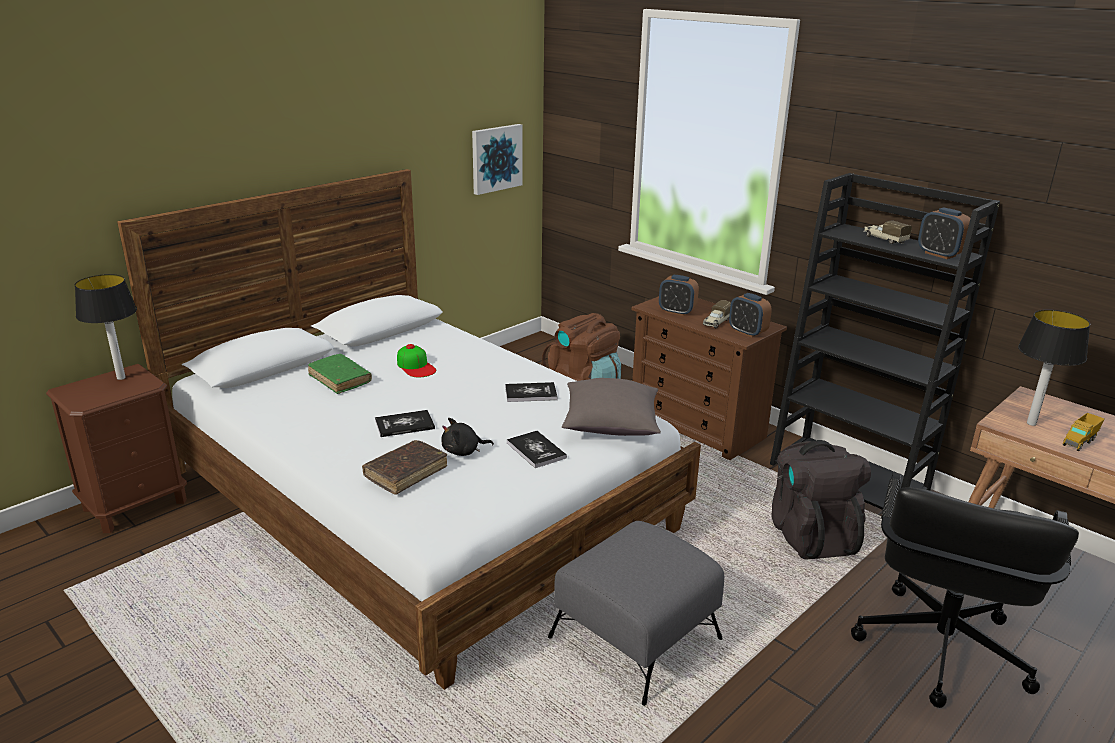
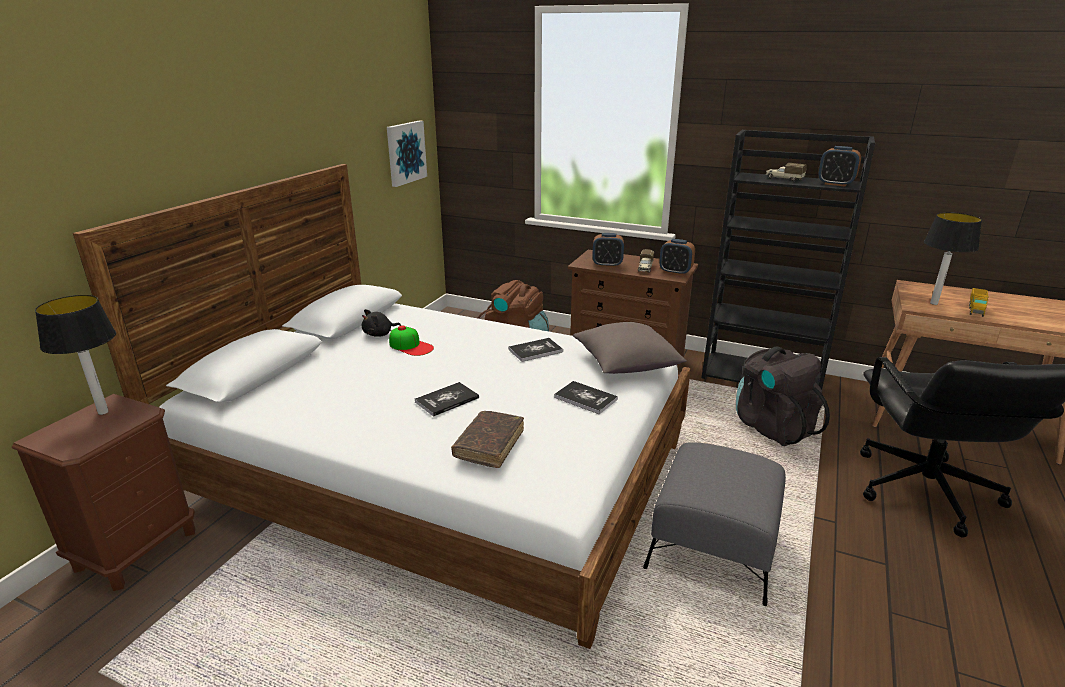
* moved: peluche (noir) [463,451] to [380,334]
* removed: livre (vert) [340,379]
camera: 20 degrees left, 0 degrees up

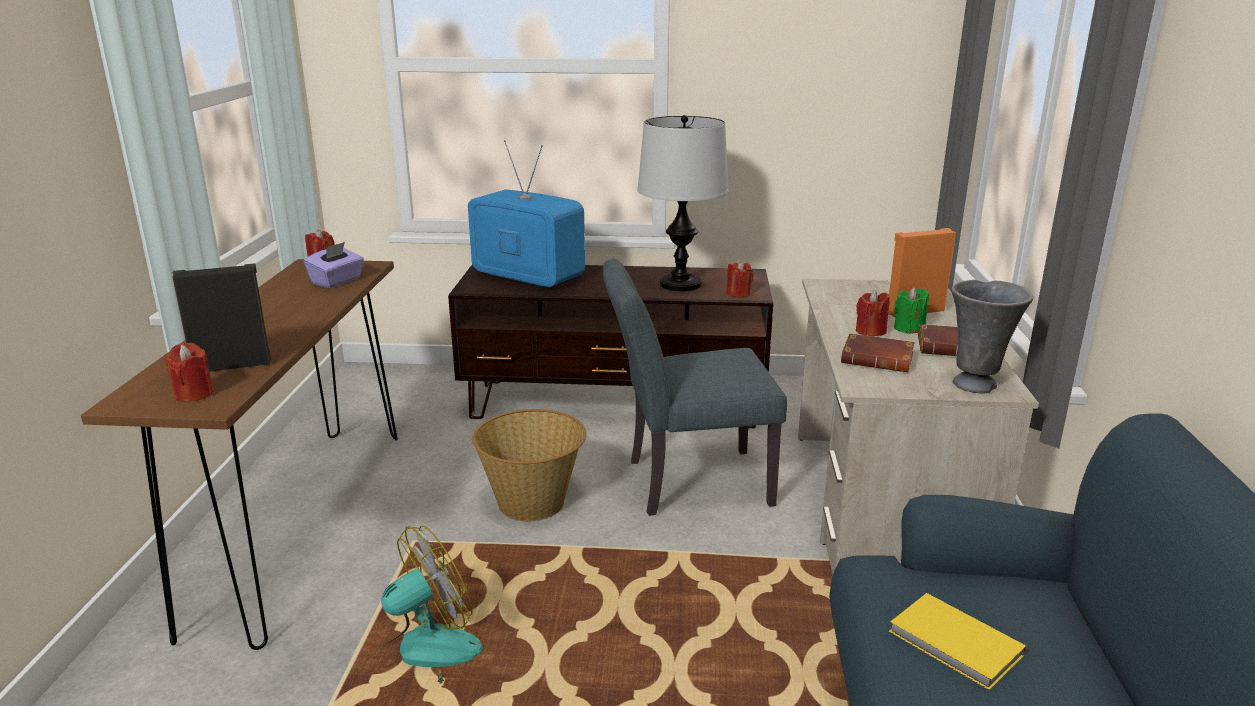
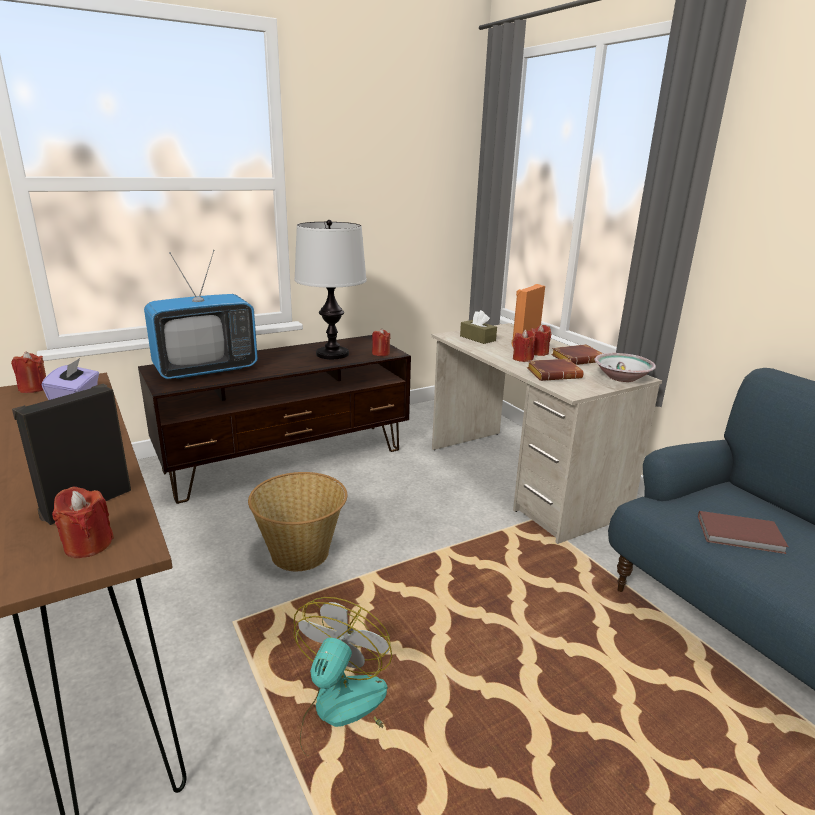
* turned: téléviseur [527,277] = [206,370] 150 degrees clockwise
* added: boîte à mouchoirs (marron) [477,338]
* recoloured: bougie (vert) [909,328] to bougie (rouge) [538,353]
* replaced: vase (gris) [976,385] to bol [622,377]
* recoloured: livre (jaune) [955,645] to livre (marron) [741,535]
* removed: chaise (gris) [686,483]
camera: 35 degrees left, 0 degrees up

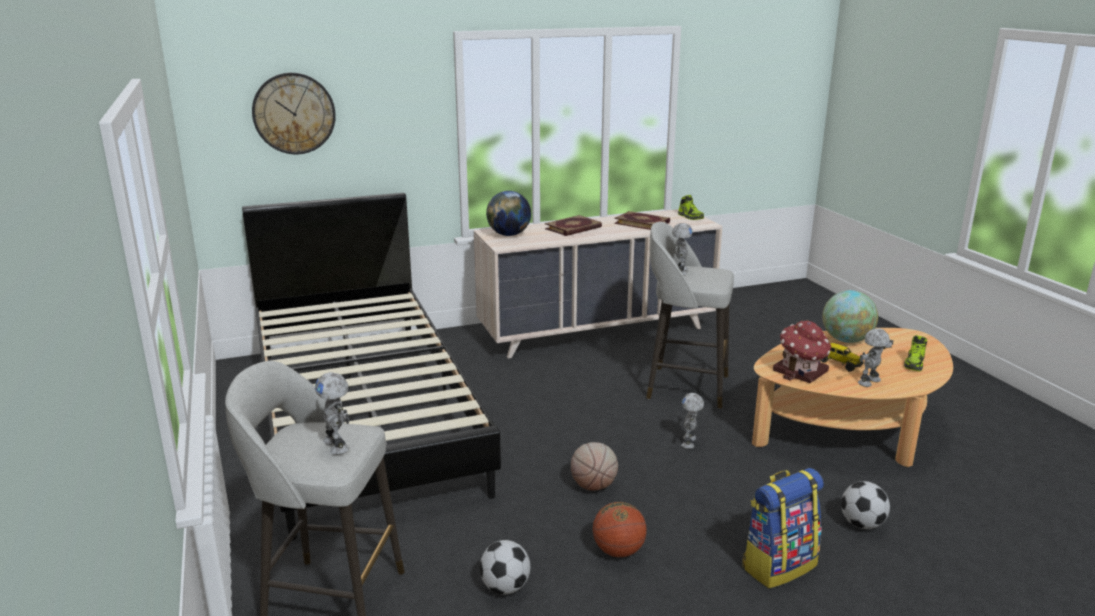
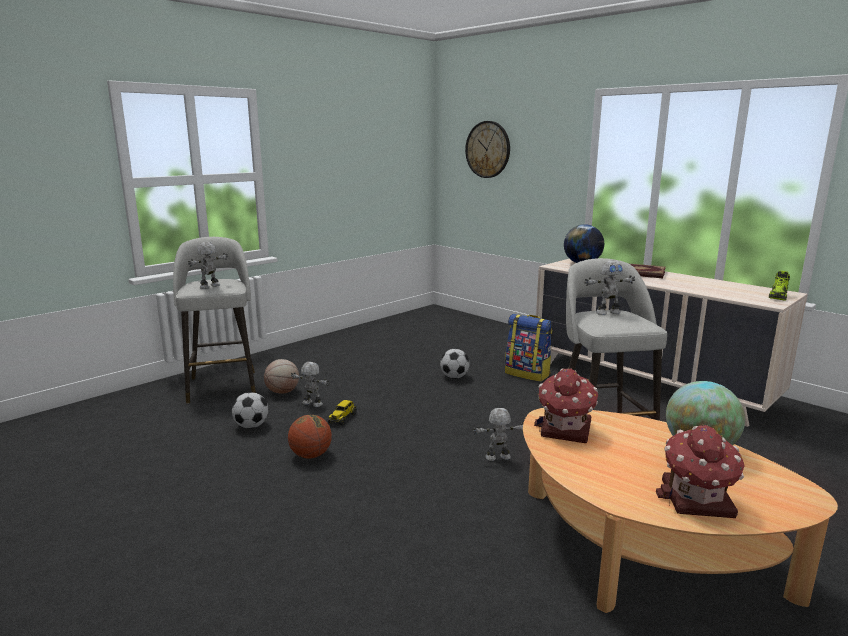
* moved: ballon de basket [594,486] to [283,392]
* moved: robot jouet [870,382] to [312,404]
* moved: camion jouet [839,364] to [343,418]
* moved: ballon de foot [862,524] to [454,377]
* moved: sac à dos [778,565] to [528,374]
* replaced: chaussure [914,364] to maison miniature [697,500]
* removed: lit (noir) [363,415]
* removed: livre [642,223]
camera: 65 degrees right, 5 degrees down

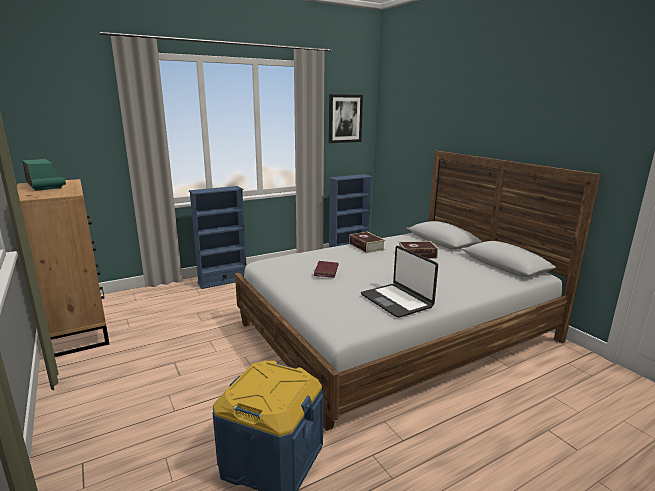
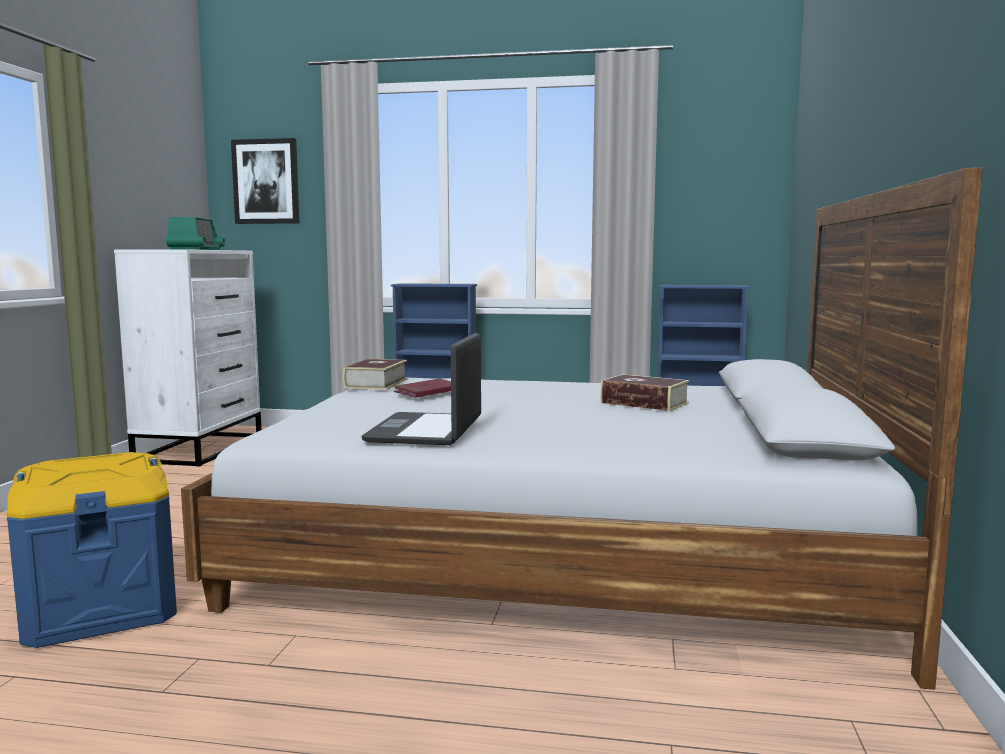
* recoloured: commode (marron) [77,330] to commode (blanc) [201,448]
* moved: tableau [345,118] to [266,182]
* moved: livre [366,246] to [376,383]
camera: 40 degrees right, 10 degrees down

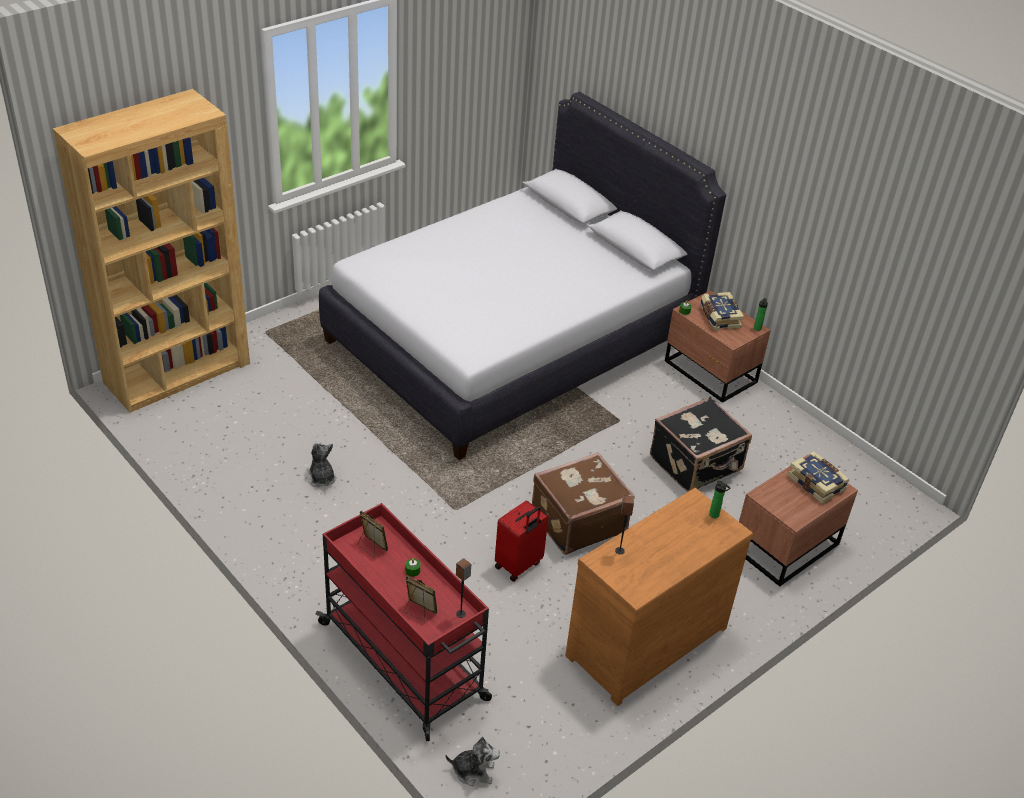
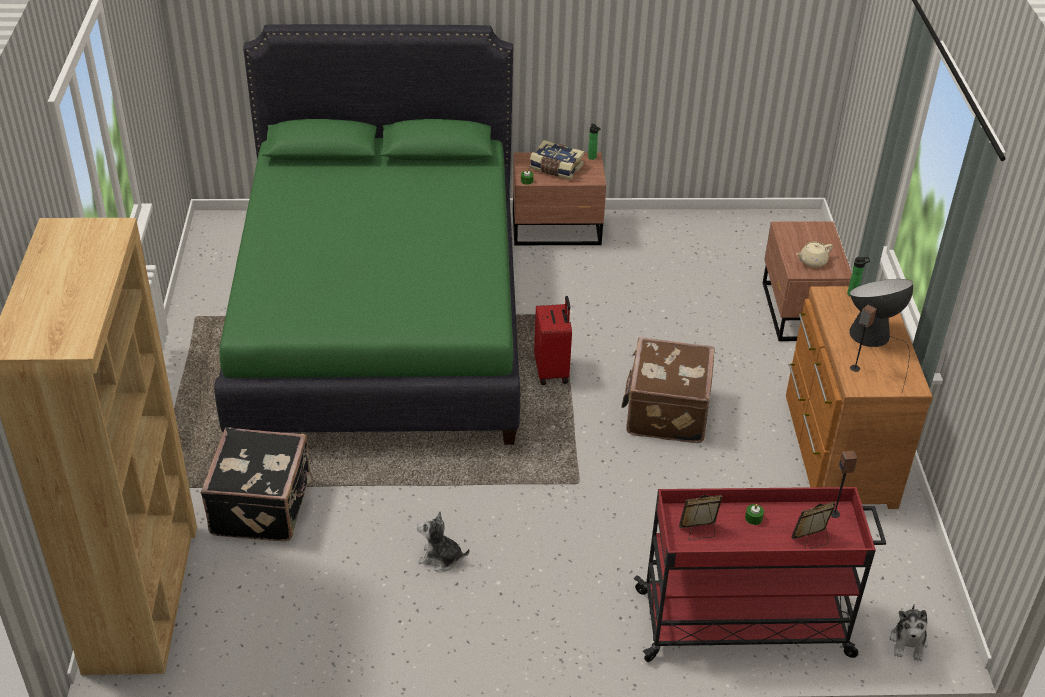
* moved: valise (noir) [697,464] to [263,506]
* recoloured: lit (blanc) [511,340] to lit (vert) [379,319]
* moved: valise (rouge) [519,565] to [552,371]
* added: théière (beige) [812,262]
* added: lampe de table [874,338]
* turned: peluche [473,771] = [908,642] 150 degrees clockwise
* removed: livre [817,483]
camera: 50 degrees left, 0 degrees up

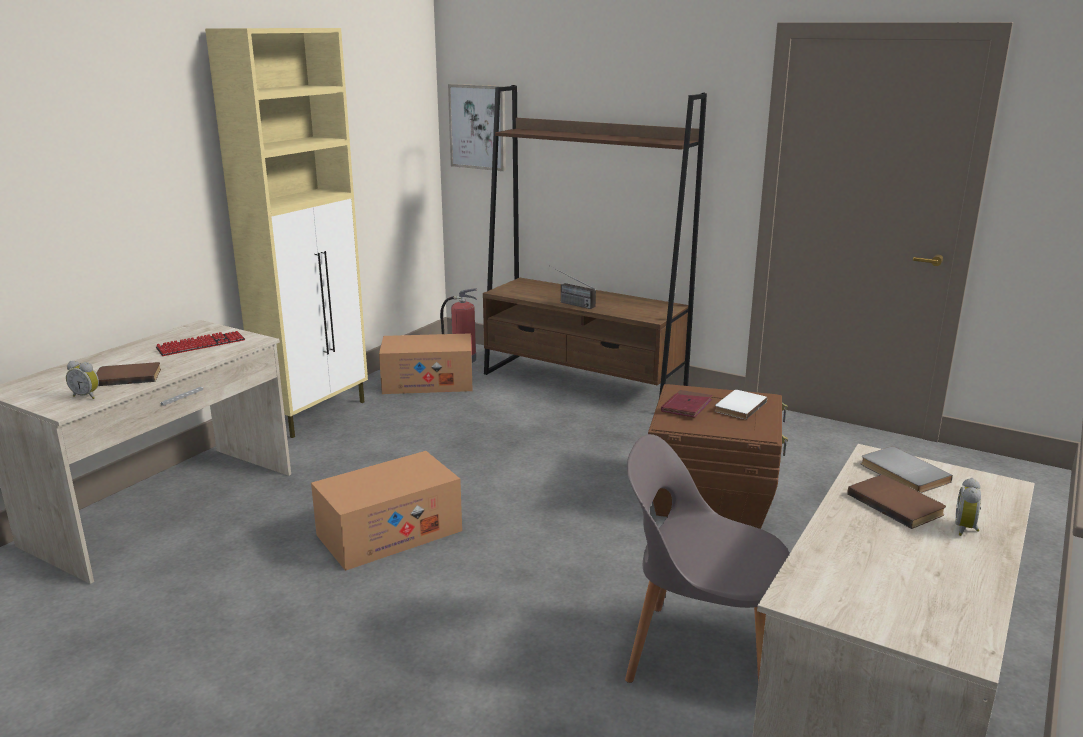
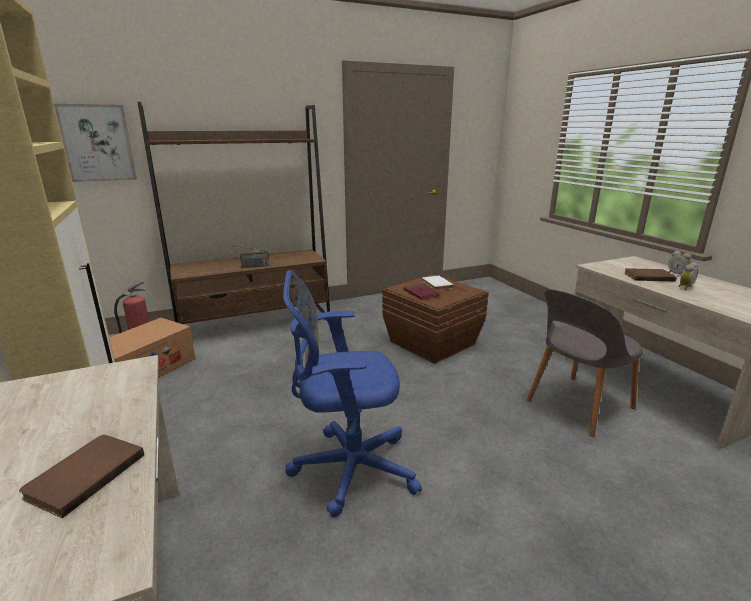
* replaced: carton [389,533] to chaise de bureau (bleu) [348,468]
* moved: réveil [87,396] to [684,288]
* removed: clavier [201,345]
* removed: livre (gris) [902,473]
camera: 55 degrees left, 0 degrees up

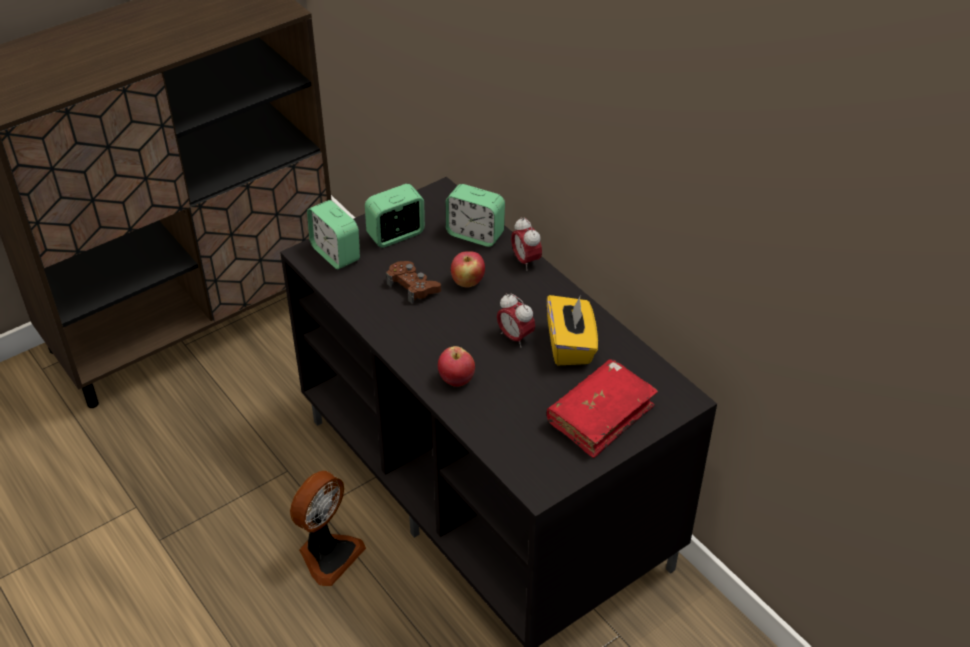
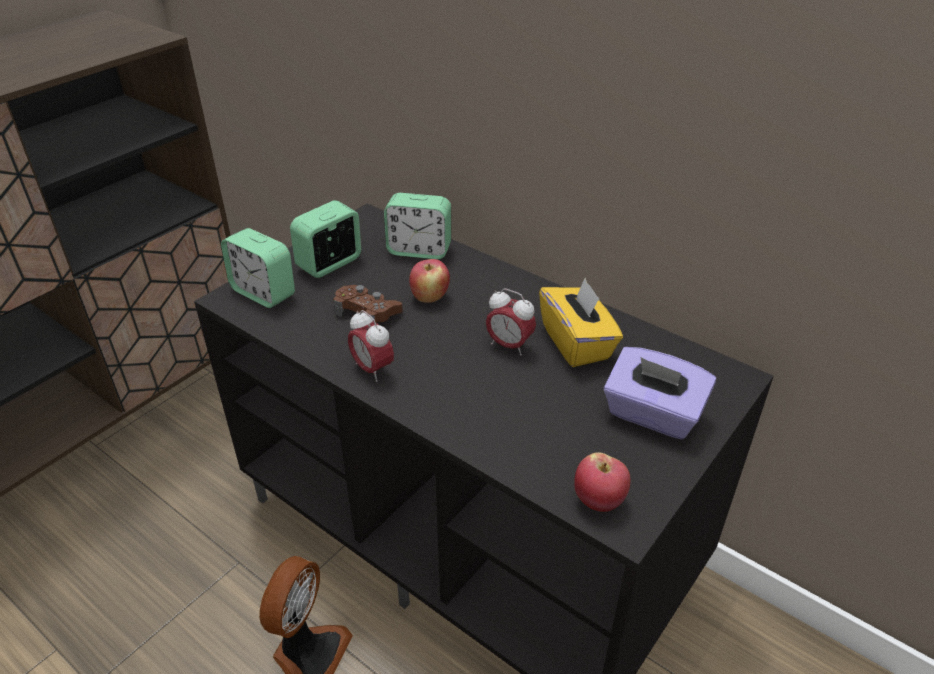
* moved: réveil [525,261] to [372,369]
* moved: pomme [456,380] to [599,501]
* replaced: livre (rouge) [600,415] to boîte à mouchoirs (violet) [652,415]
camera: 15 degrees left, 5 degrees down

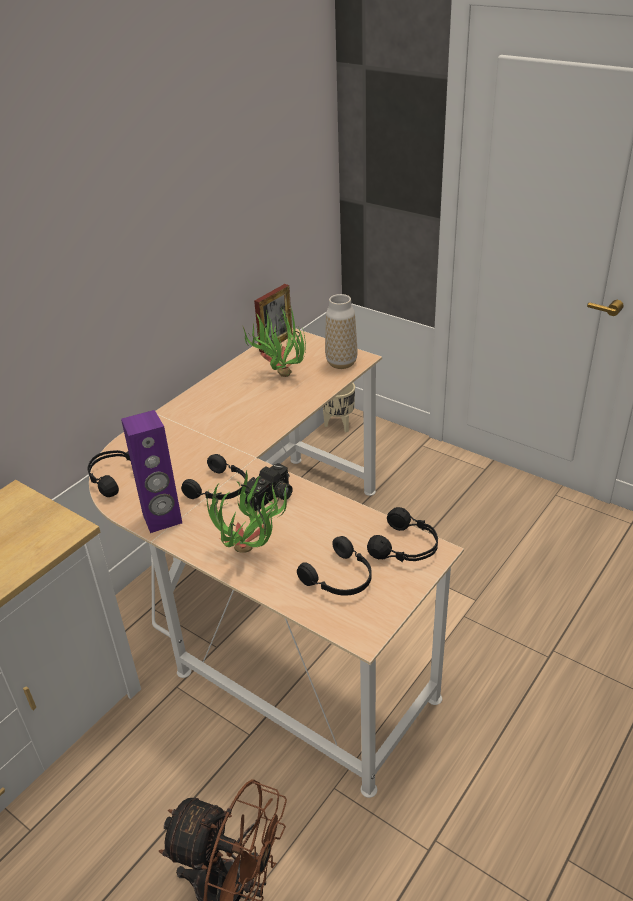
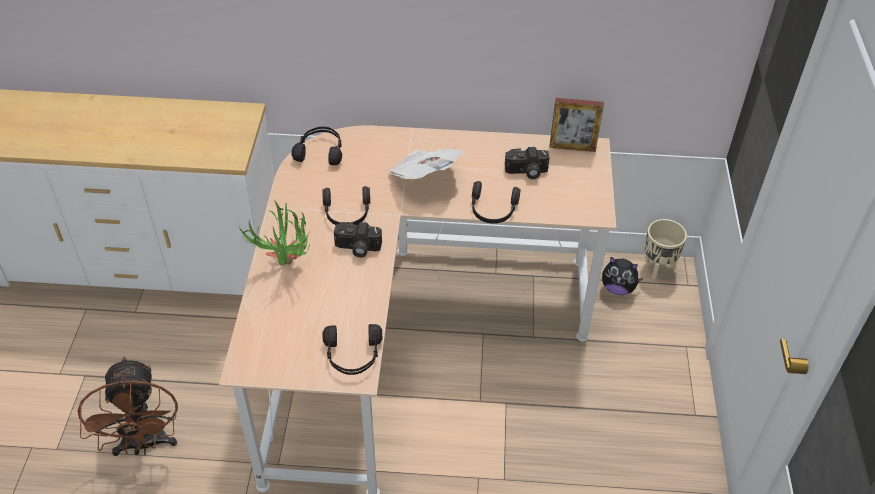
* added: journal [425,176]
* moved: casque audio (noir) [340,578] to [493,210]
* replaced: plante en pot [278,373] to appareil photo [526,172]
* added: peluche [618,288]
* removed: enceinte (violet) [162,519]
* removed: vase [341,363]
camera: 55 degrees right, 10 degrees up

